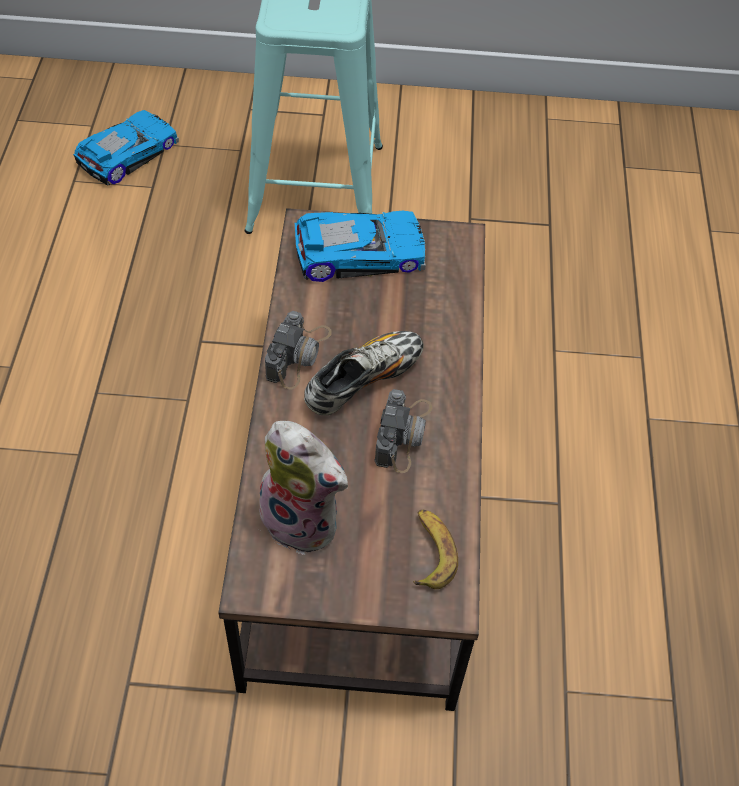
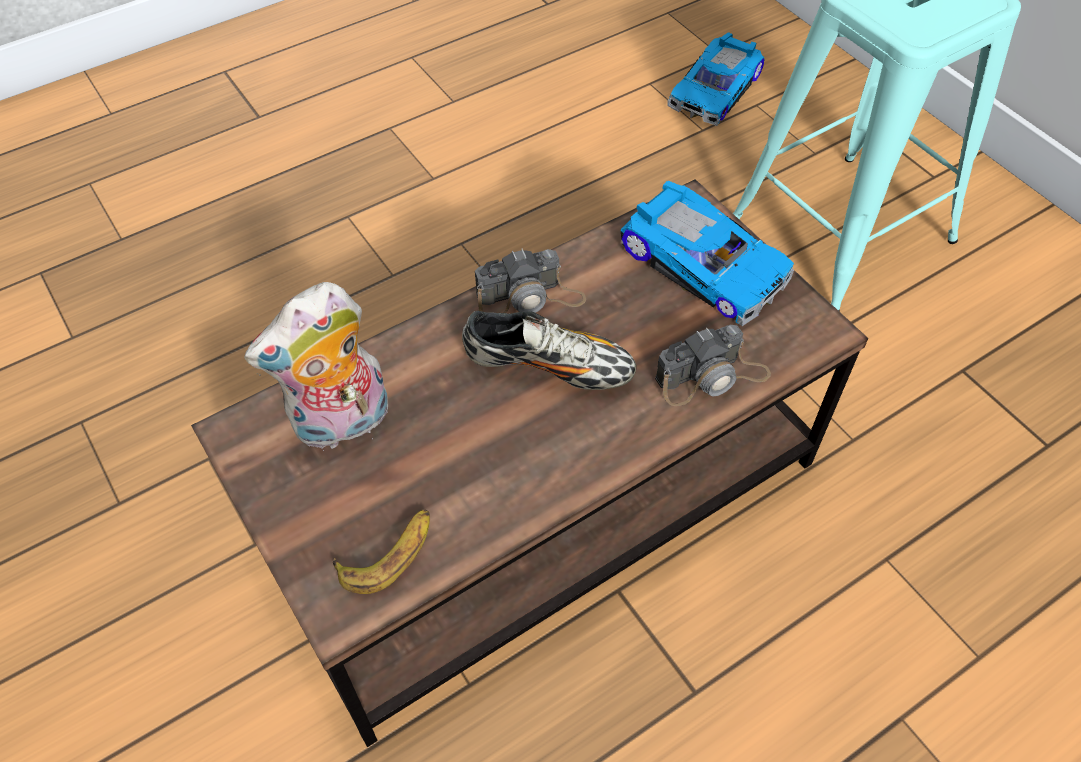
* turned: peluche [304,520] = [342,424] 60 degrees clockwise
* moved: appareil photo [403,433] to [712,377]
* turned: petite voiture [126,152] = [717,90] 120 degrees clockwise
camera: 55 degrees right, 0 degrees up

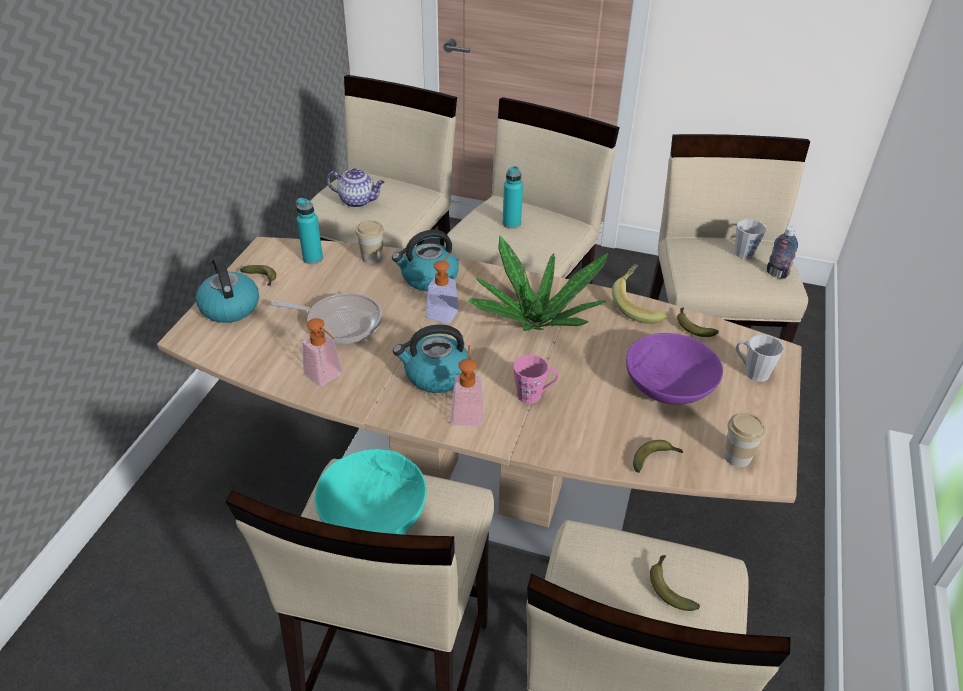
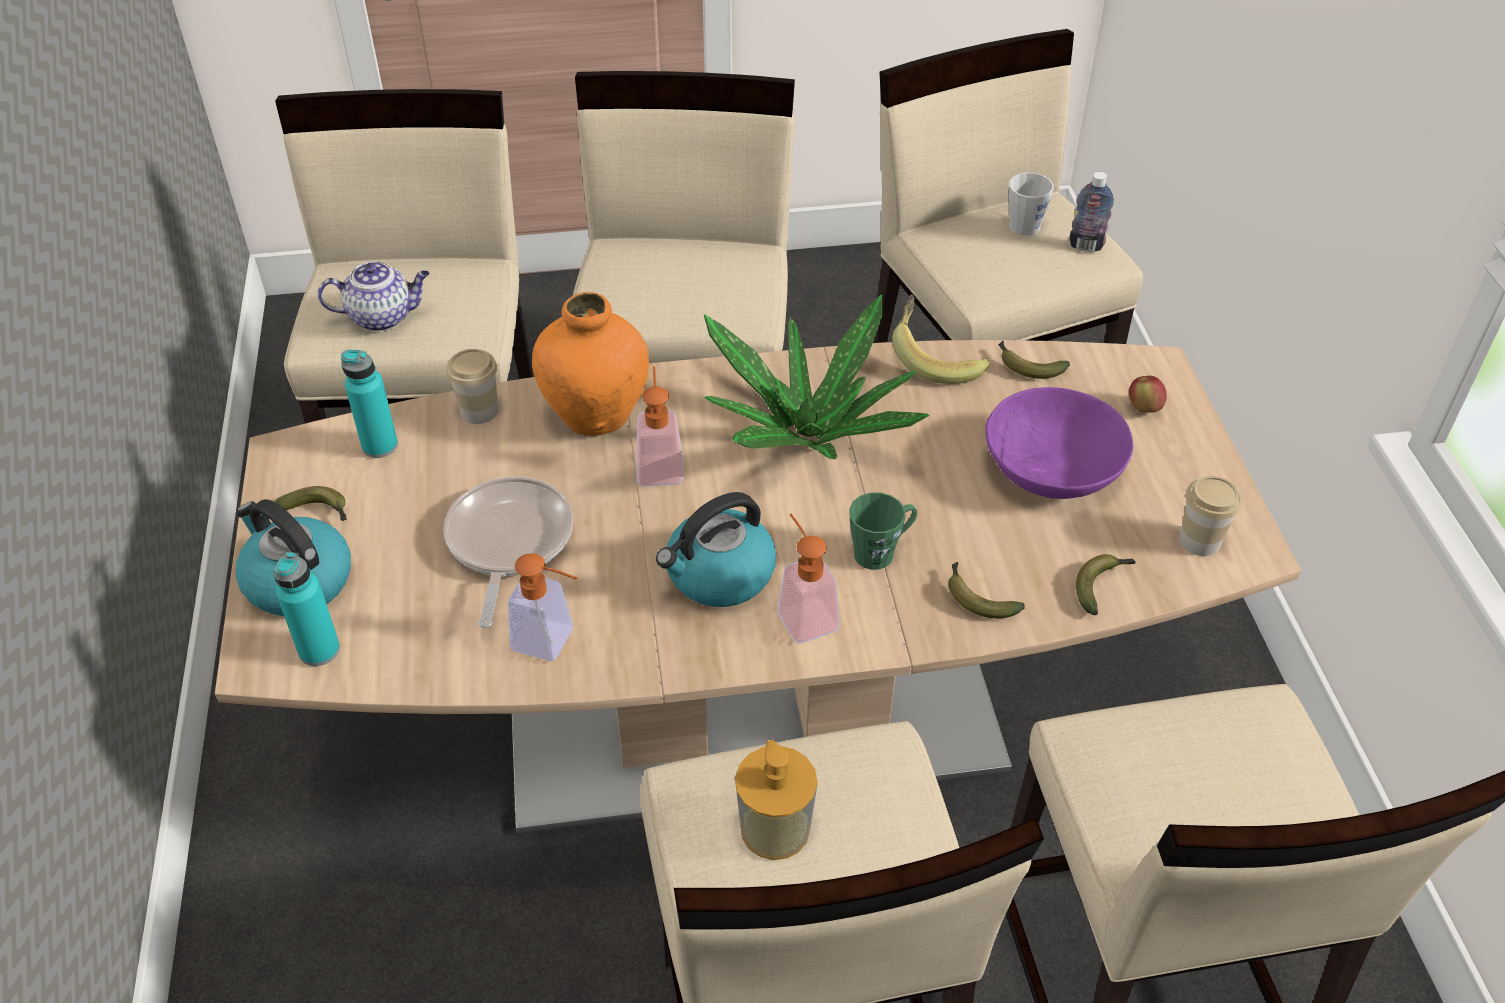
* moved: bouteille (turquoise) [511,223] to [319,650]
* turned: poêle [340,323] = [508,542] 75 degrees counterclockwise
* replaced: bouilloire [428,278] to vase (orange) [596,417]
* replaced: bol (turquoise) [372,513] to distributeur de savon [775,829]
* recoloured: mug (rose) [534,394] to mug (vert) [881,552]
* moved: banane [669,587] to [977,598]
* replaced: mug (gris) [752,371] to pomme [1144,408]
camera: 25 degrees left, 5 degrees up

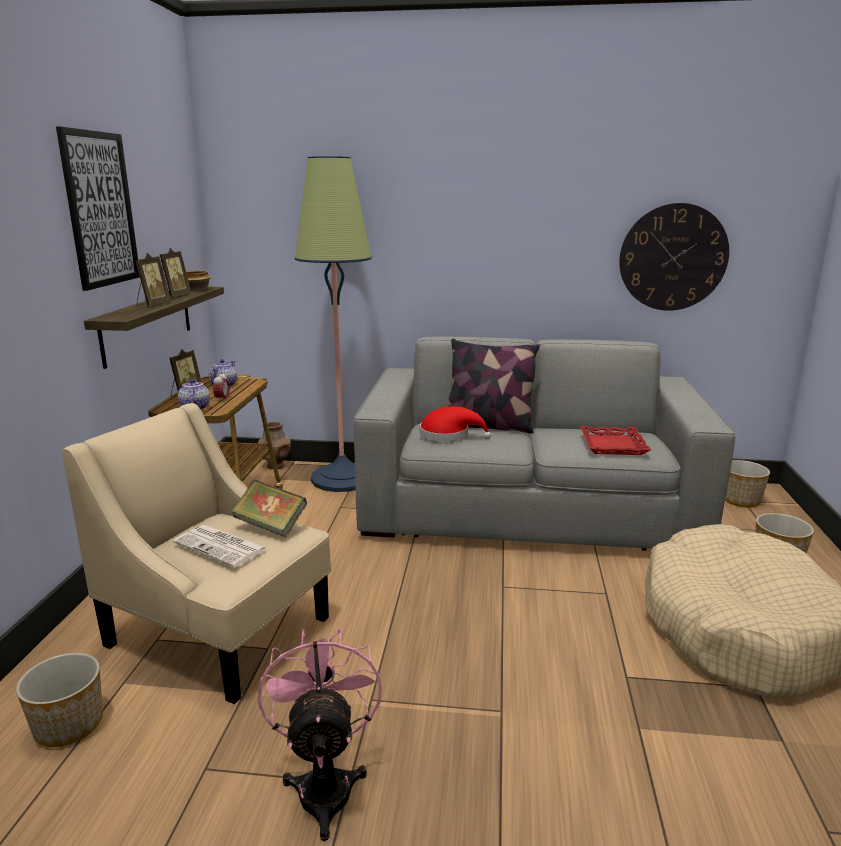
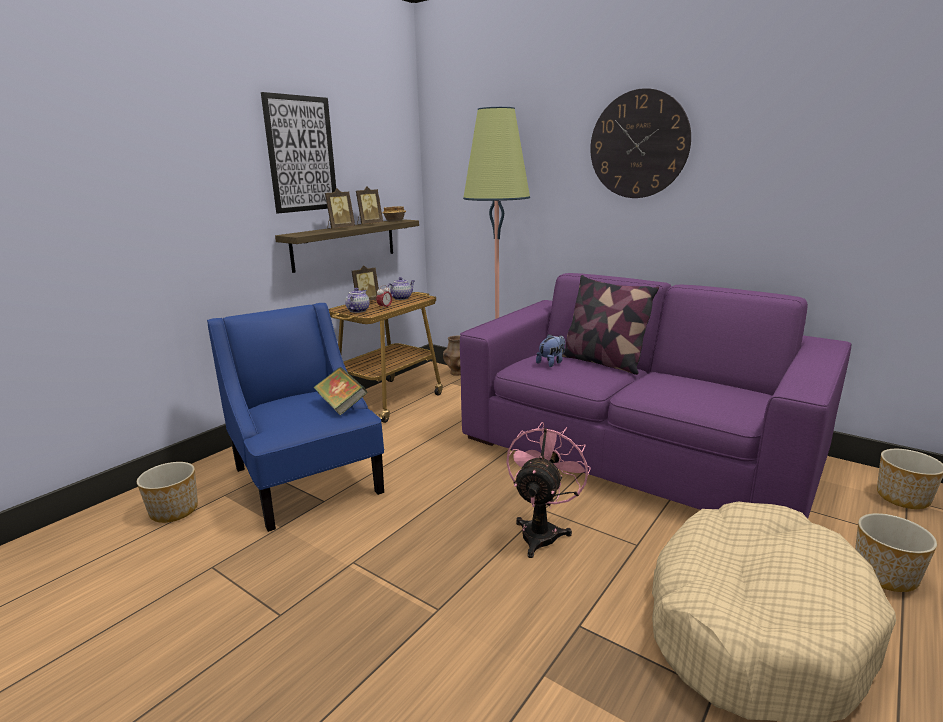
* recoloured: fauteuil (beige) [220,631] to fauteuil (bleu) [307,480]
* recoloured: canapé (gris) [529,508] to canapé (violet) [637,449]
* moved: ventilateur (rose) [325,783] to [542,531]
* replaced: chapeau (rouge) [448,435] to peluche [551,363]
* moved: horloge murale [673,257] to [638,145]
* removed: journal [222,546]
* removed: plateau (rouge) [612,445]
camera: 30 degrees right, 0 degrees up

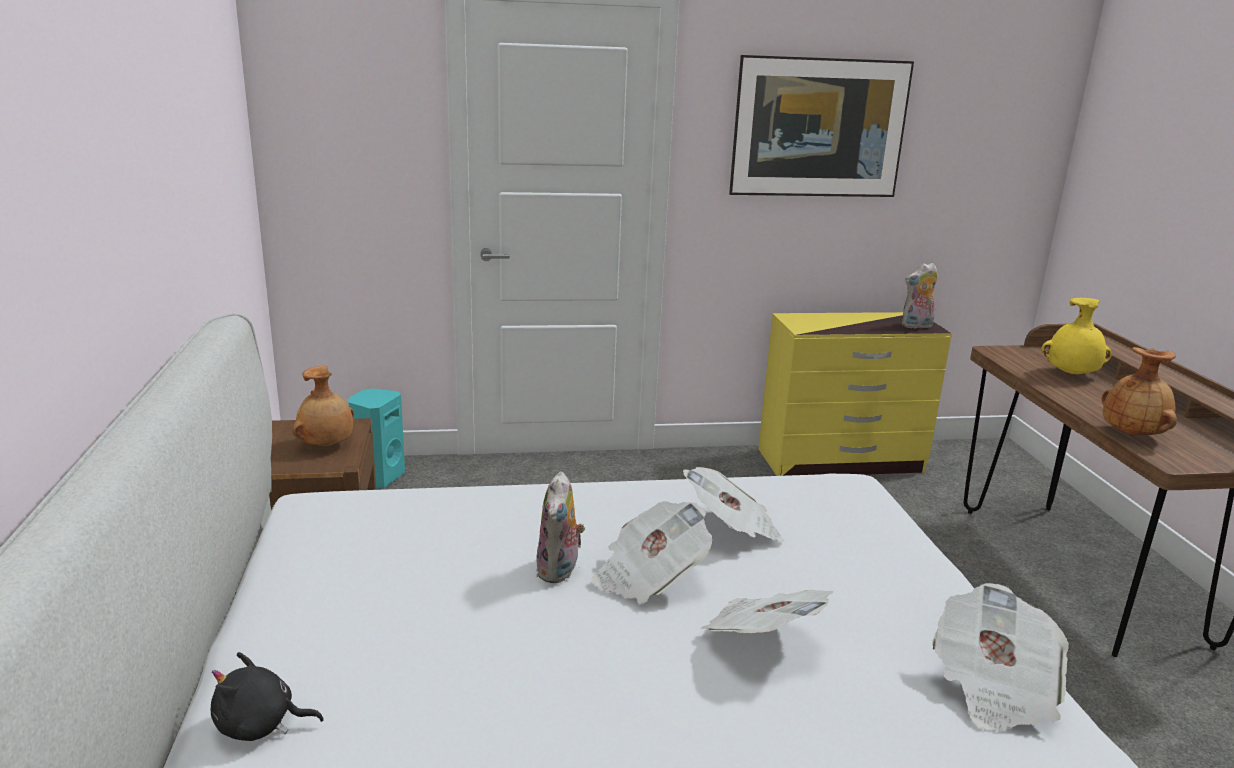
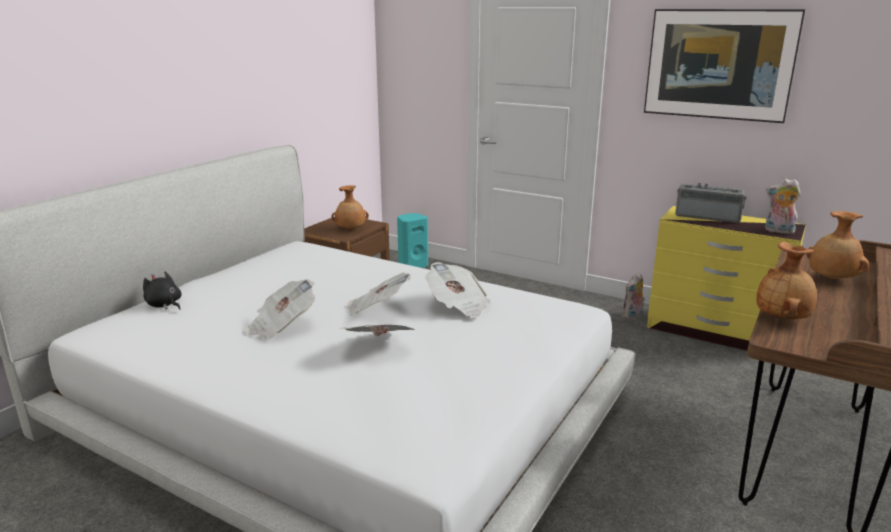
* moved: journal [993,687] to [281,326]
* moved: peluche [560,571] to [632,316]
* added: radio [708,216]
* recoloured: vase (jaune) [1071,374] to vase (marron) [831,279]
camera: 40 degrees right, 0 degrees up

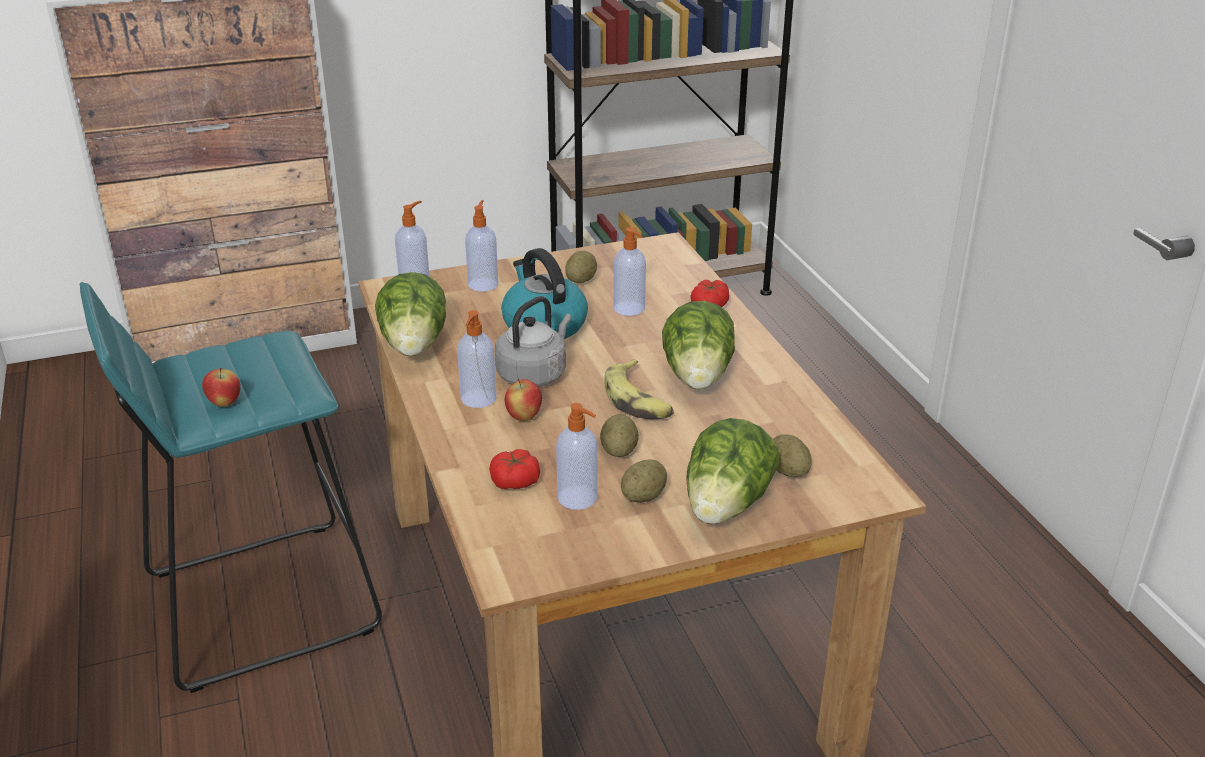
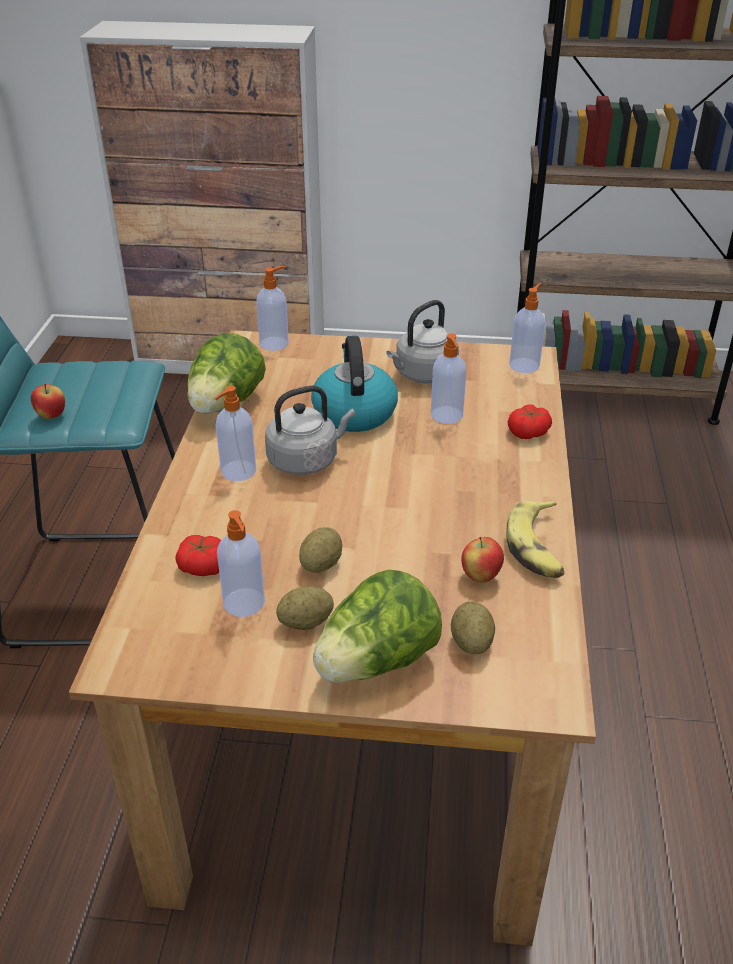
* replaced: pomme de terre [581,280] to bouilloire (gris) [423,375]
* moved: pomme [524,417] to [480,576]
* moved: banane [638,400] to [538,547]
* moved: distributeur de savon [483,284] to [524,365]
* removed: laitue [698,378]
camera: 25 degrees right, 5 degrees up

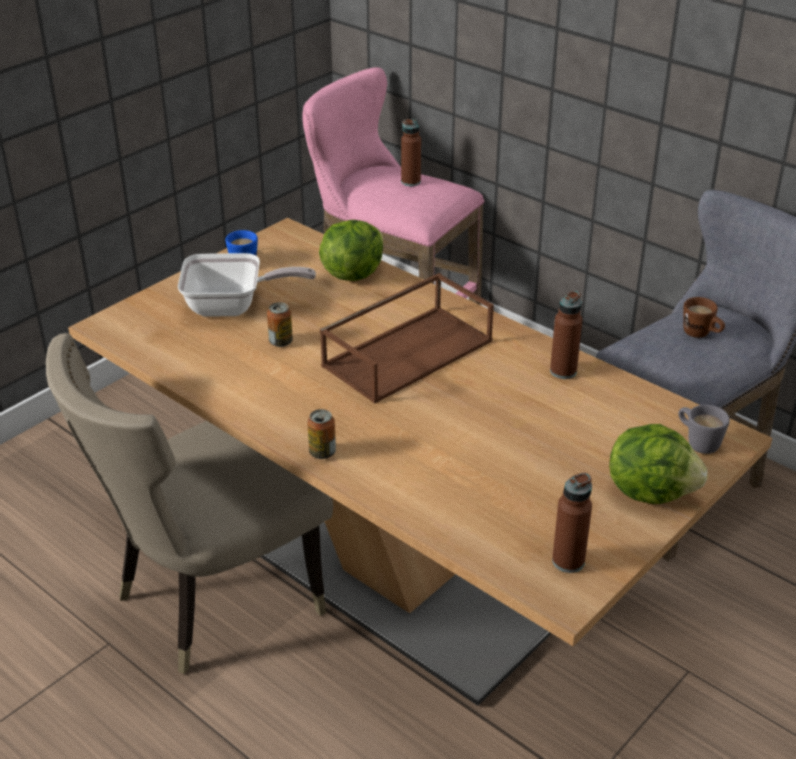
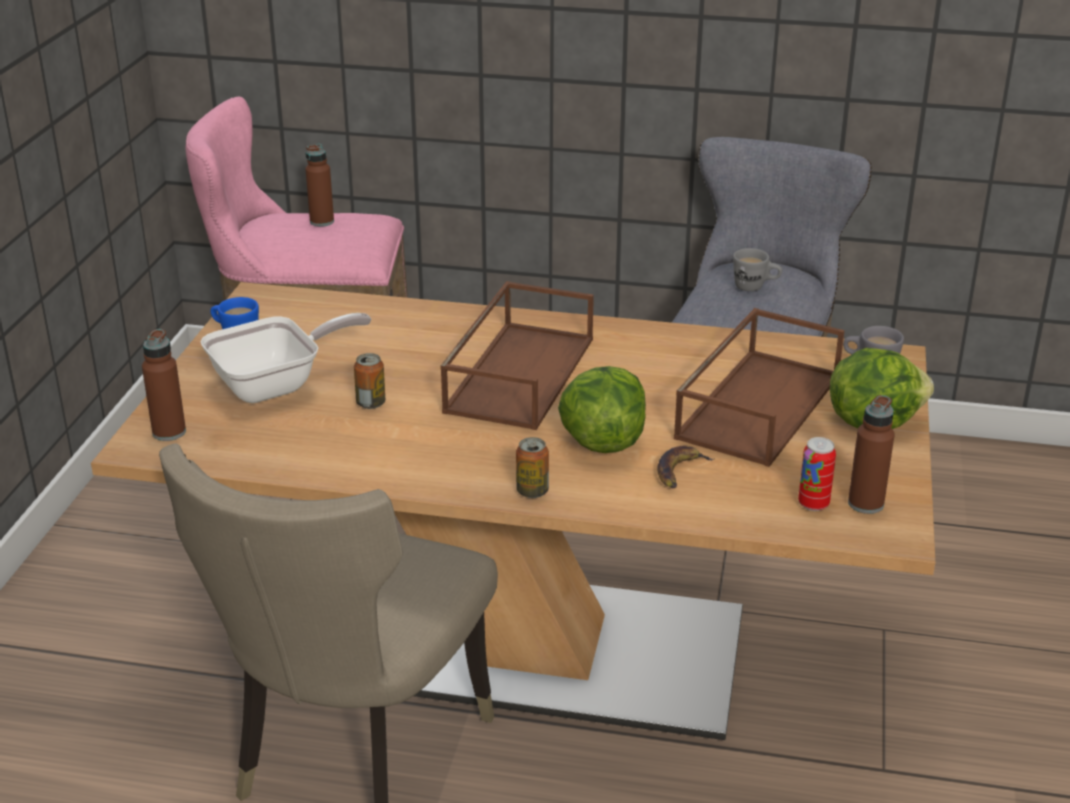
* moved: bouteille (marron) [563,371] to [169,432]
* moved: laitue [352,273] to [602,441]
* added: banane [680,471]
* added: plateau (marron) [757,405]
* recoloured: mug (marron) [701,334] to mug (gris) [755,287]
* added: boîte métallique [813,504]
camera: 30 degrees left, 5 degrees down

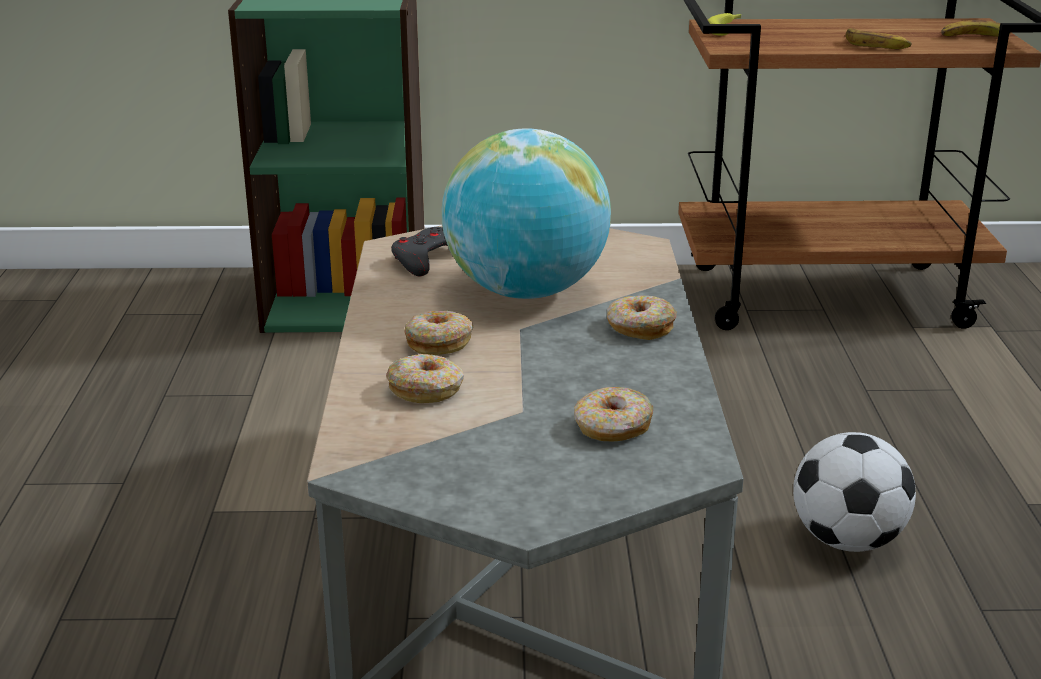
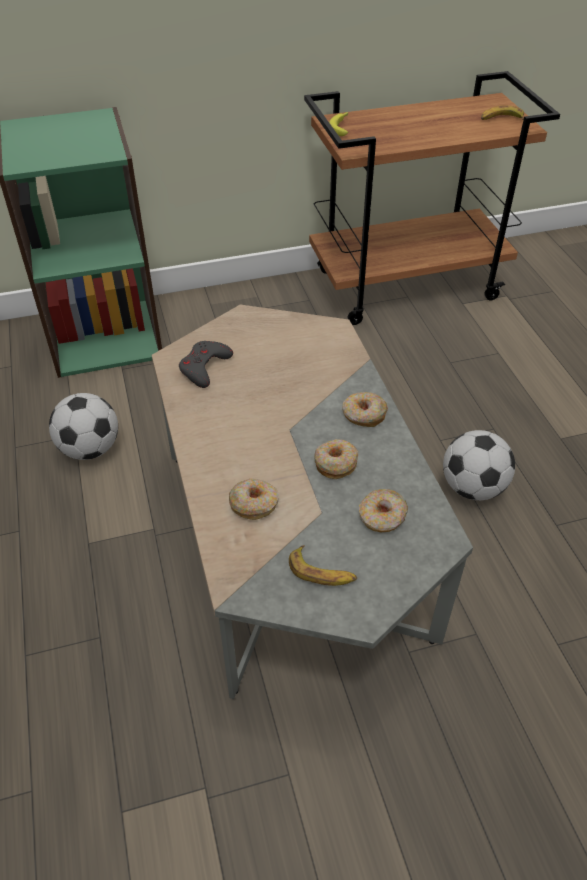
* added: ballon de foot [90,449]
* moved: banane [877,45] to [322,572]
* moved: beignet [438,343] to [335,464]
* removed: globe [526,291]
camera: 15 degrees left, 20 degrees up

